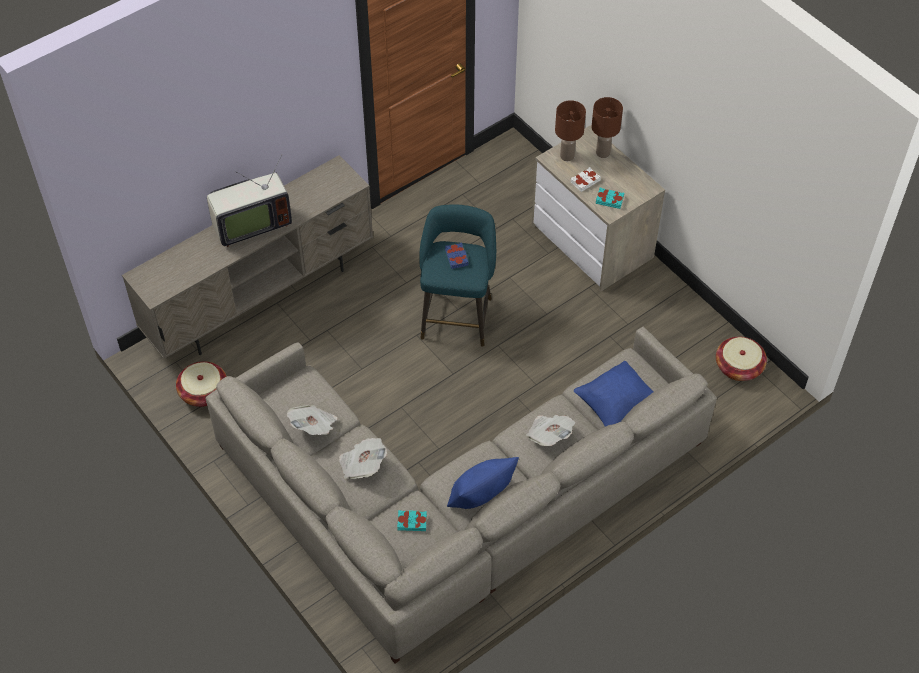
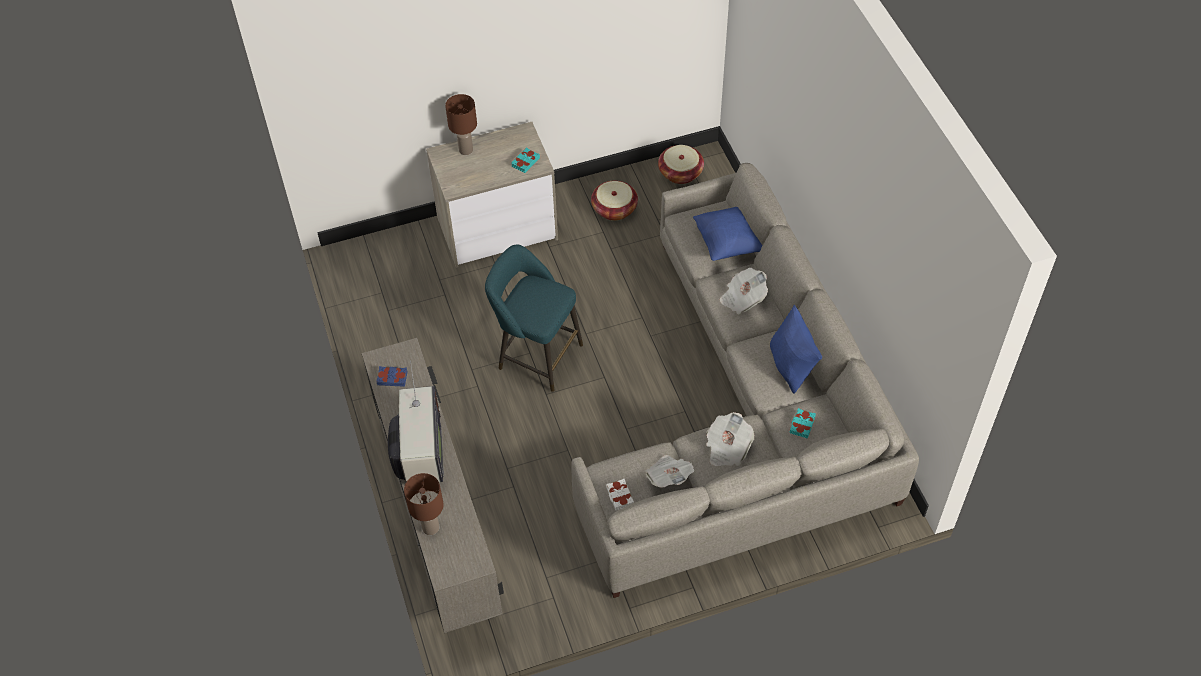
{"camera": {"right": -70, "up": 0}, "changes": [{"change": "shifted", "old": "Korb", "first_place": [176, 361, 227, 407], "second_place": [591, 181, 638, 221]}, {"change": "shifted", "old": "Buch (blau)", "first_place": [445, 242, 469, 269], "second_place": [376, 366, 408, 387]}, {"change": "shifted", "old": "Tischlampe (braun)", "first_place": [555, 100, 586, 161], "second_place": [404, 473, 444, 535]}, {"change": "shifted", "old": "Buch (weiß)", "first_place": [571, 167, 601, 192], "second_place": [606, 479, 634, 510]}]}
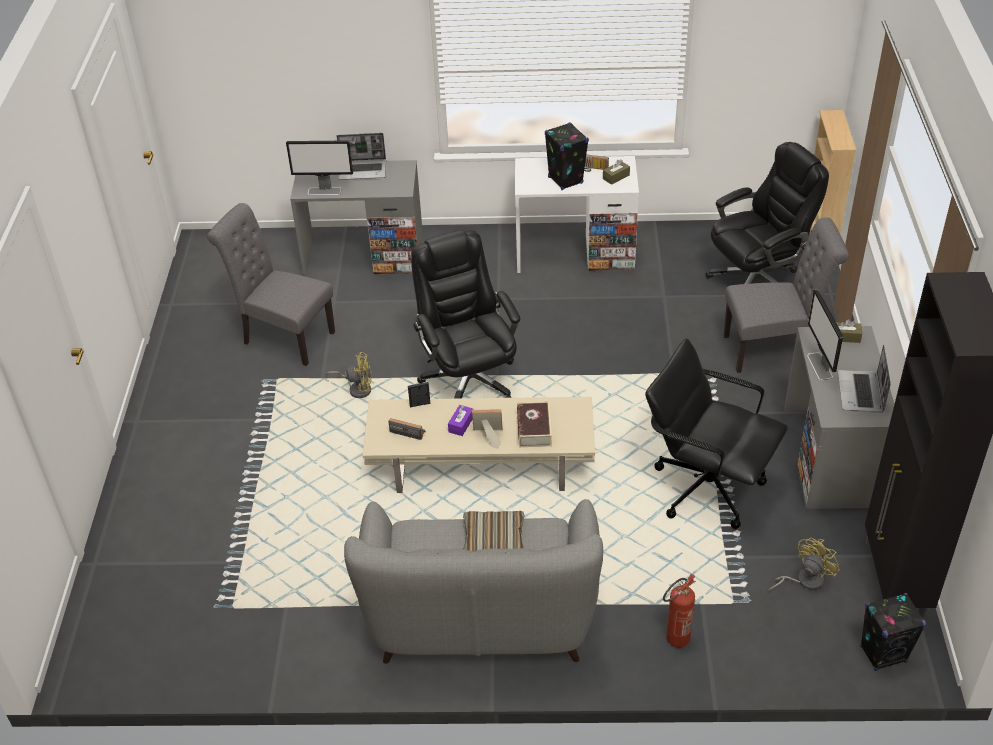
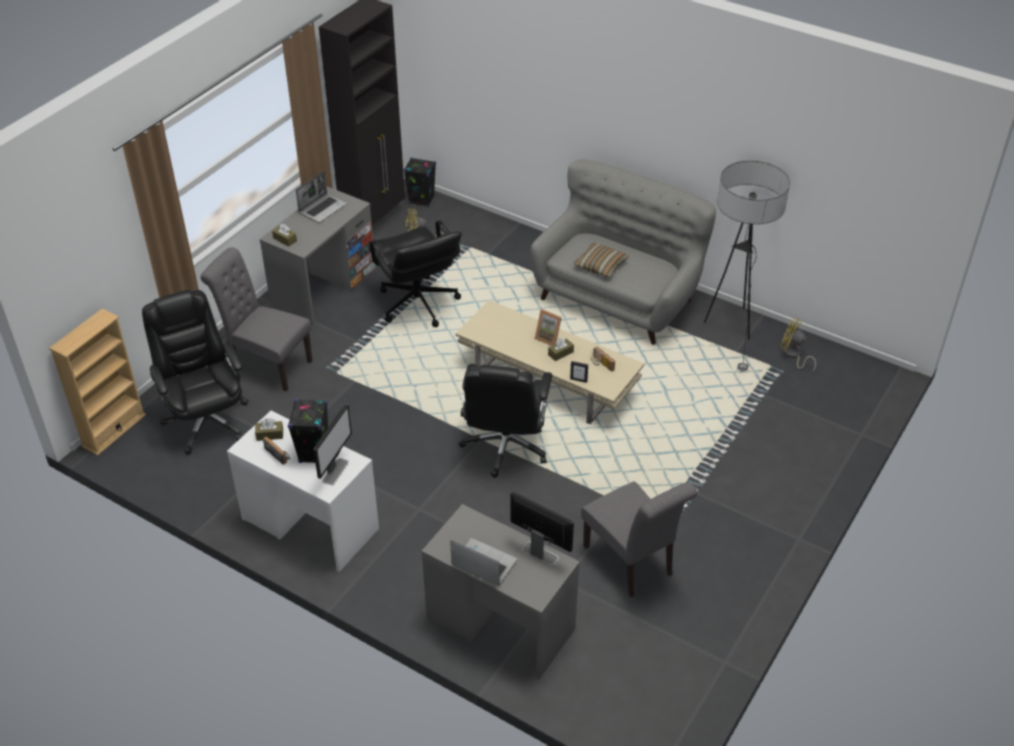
{"camera": {"right": -150, "up": 0}, "changes": [{"change": "shifted", "old": "Ventilator (gelb)", "first_place": [326, 352, 372, 398], "second_place": [781, 318, 816, 373]}, {"change": "repainted", "old": "Taschentuchbox (lila)", "new": "Taschentuchbox (braun)", "first_place": [448, 405, 473, 436], "second_place": [548, 338, 574, 361]}, {"change": "gone", "old": "Buch", "first_place": [517, 402, 552, 447]}, {"change": "gone", "old": "Feuerlöscher", "first_place": [663, 574, 696, 648]}, {"change": "rotated", "old": "Bürostuhl (schwarz)", "first_place": [705, 142, 829, 284], "second_place": [142, 290, 249, 455], "degrees": 60}, {"change": "shifted", "old": "Monitor", "first_place": [807, 290, 843, 380], "second_place": [314, 404, 352, 485]}, {"change": "new", "new": "Stehlampe", "second_place": [704, 161, 790, 371]}]}
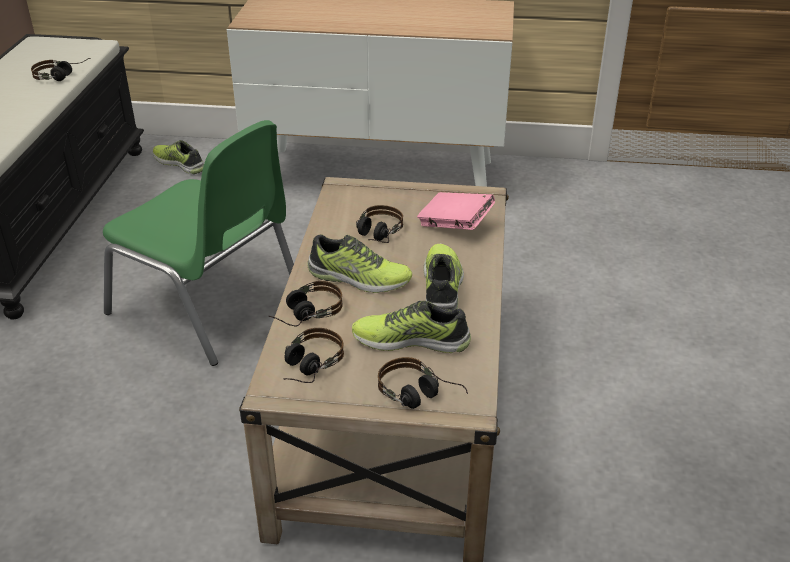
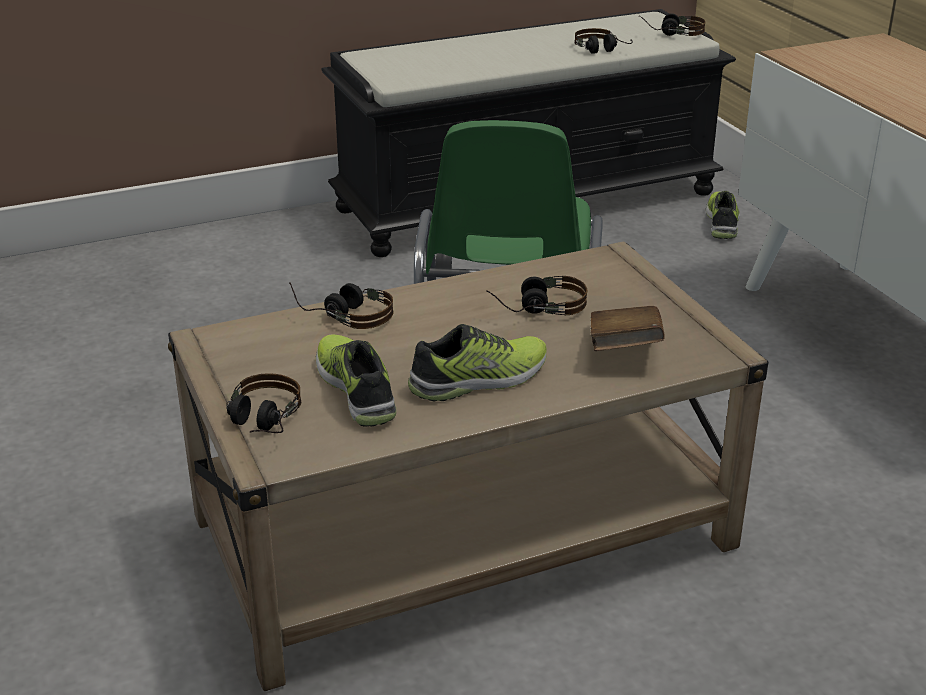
{"camera": {"right": 60, "up": -5}, "changes": [{"change": "shifted", "old": "Kopfhörer", "first_place": [283, 328, 344, 383], "second_place": [639, 13, 706, 36]}, {"change": "gone", "old": "Schuh", "first_place": [307, 235, 412, 293]}, {"change": "repainted", "old": "Buch (rosa)", "new": "Buch (braun)", "first_place": [417, 192, 495, 230], "second_place": [590, 306, 664, 351]}]}
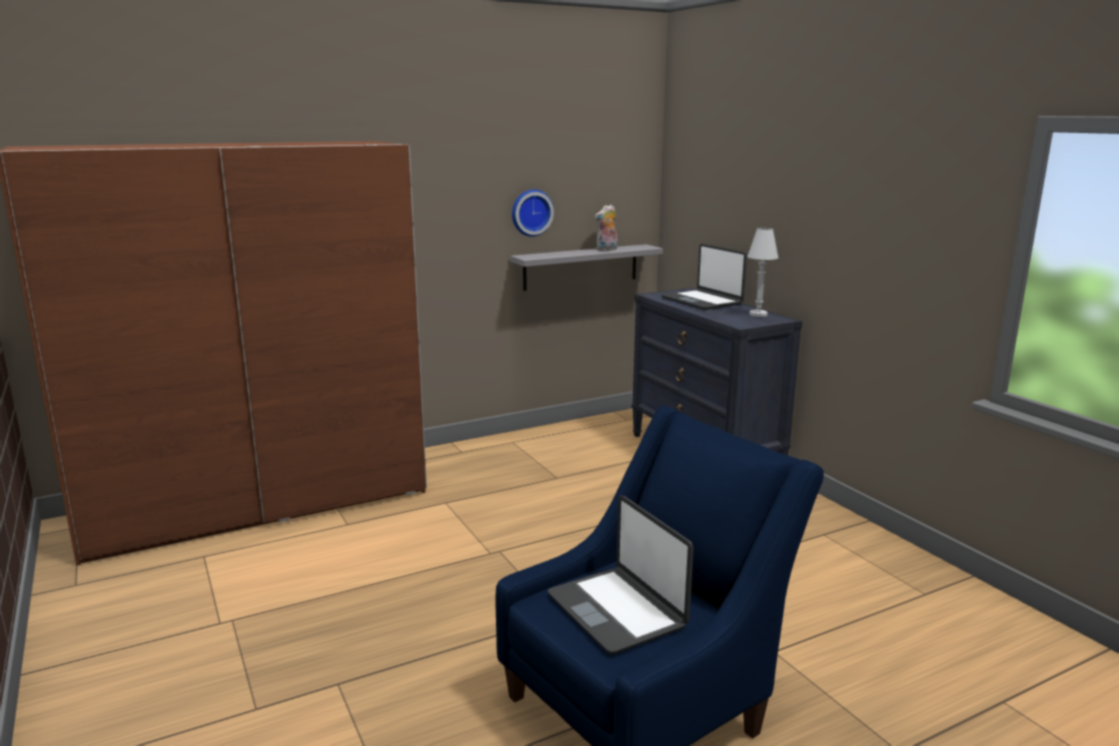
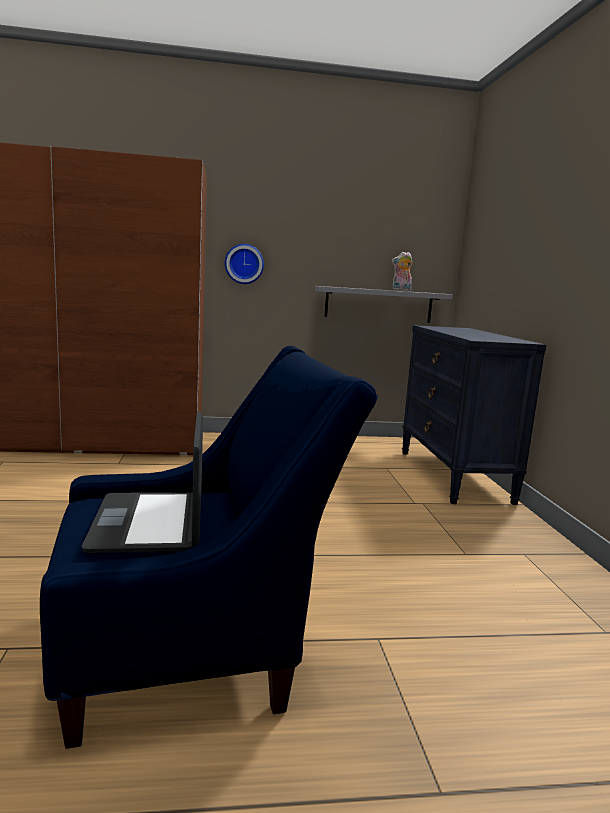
{"camera": {"right": 20, "up": -5}, "changes": [{"change": "shifted", "old": "Wanduhr", "first_place": [512, 189, 554, 237], "second_place": [225, 244, 264, 284]}, {"change": "gone", "old": "Laptop", "first_place": [662, 244, 747, 310]}, {"change": "gone", "old": "Tischlampe (weiß)", "first_place": [747, 228, 779, 317]}]}
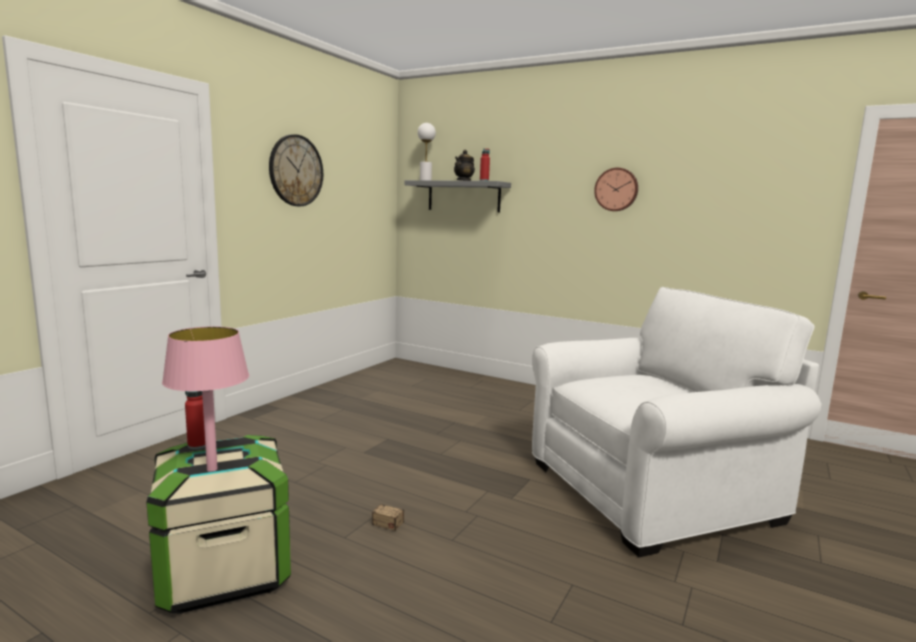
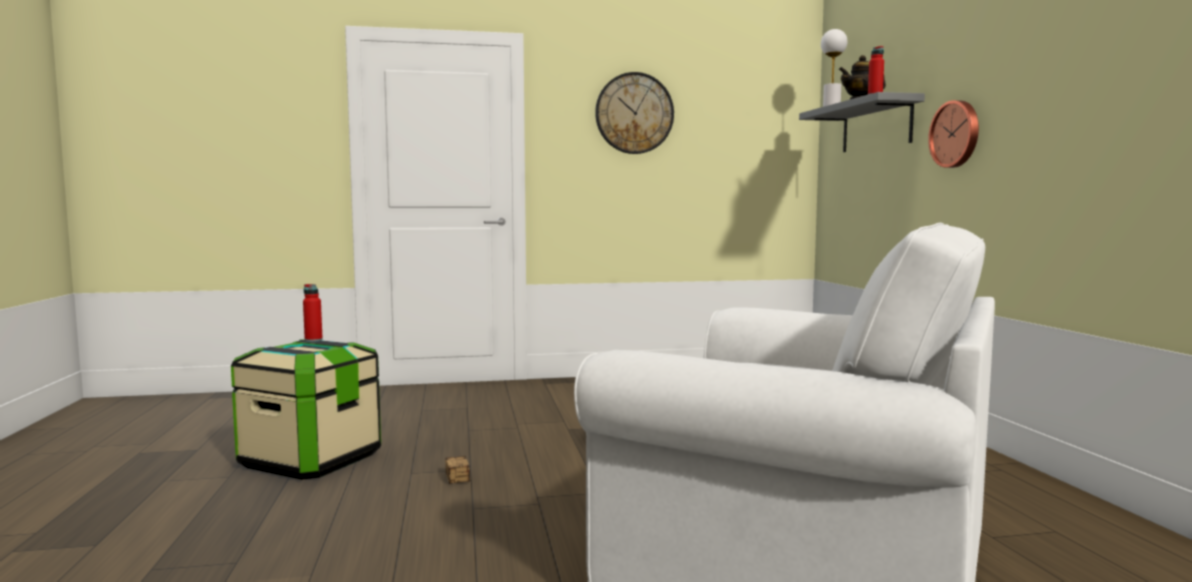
{"camera": {"right": 50, "up": -5}, "changes": [{"change": "gone", "old": "Tischlampe (rosa)", "first_place": [162, 326, 249, 472]}, {"change": "shifted", "old": "Wanduhr", "first_place": [594, 168, 638, 211], "second_place": [928, 100, 979, 168]}]}
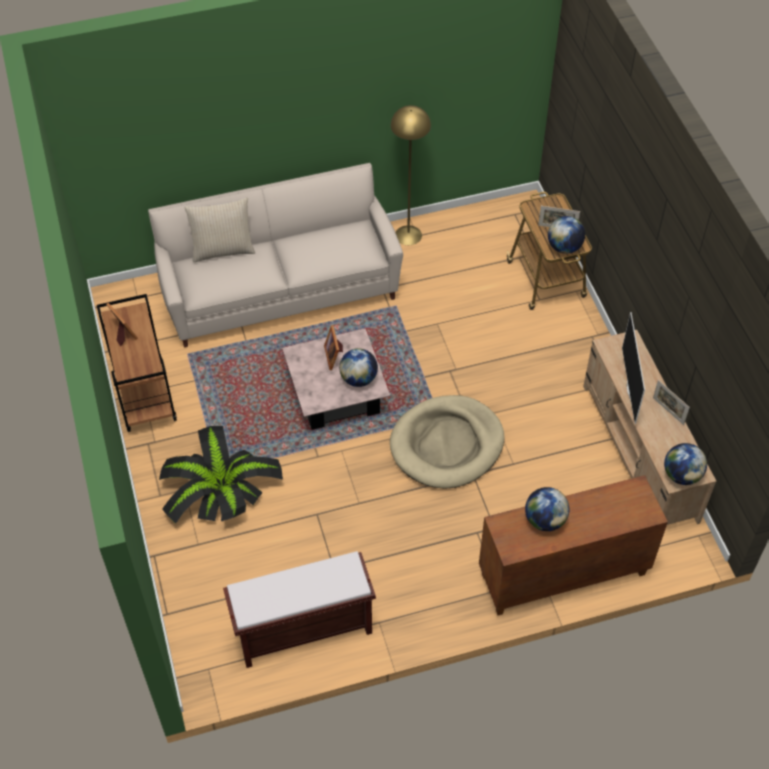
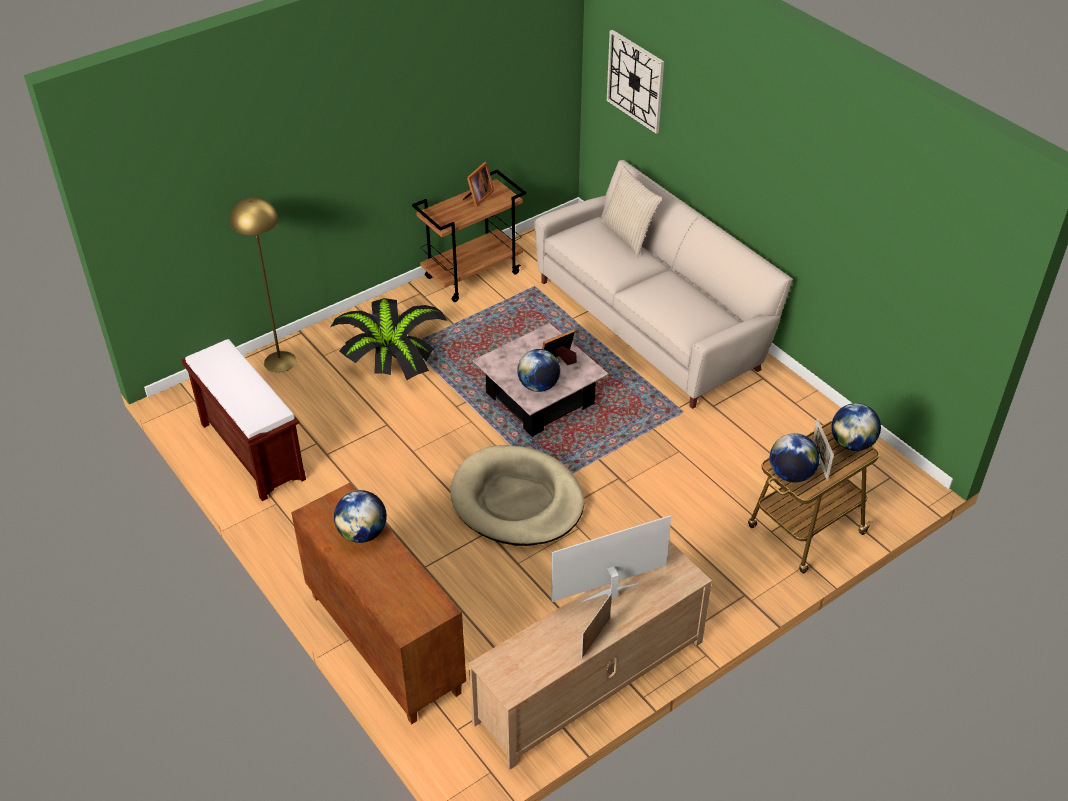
{"camera": {"right": 70, "up": -10}, "changes": [{"change": "shifted", "old": "Stehlampe (gelb)", "first_place": [391, 105, 431, 245], "second_place": [230, 197, 296, 373]}, {"change": "shifted", "old": "Globus", "first_place": [664, 443, 707, 485], "second_place": [832, 403, 881, 451]}, {"change": "new", "new": "Wanduhr", "second_place": [607, 30, 664, 134]}]}
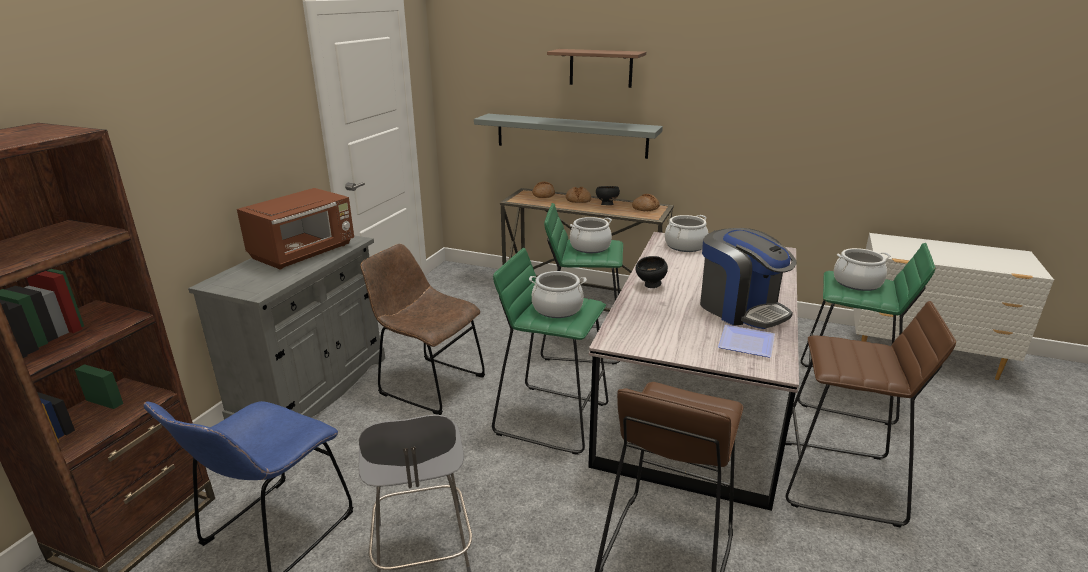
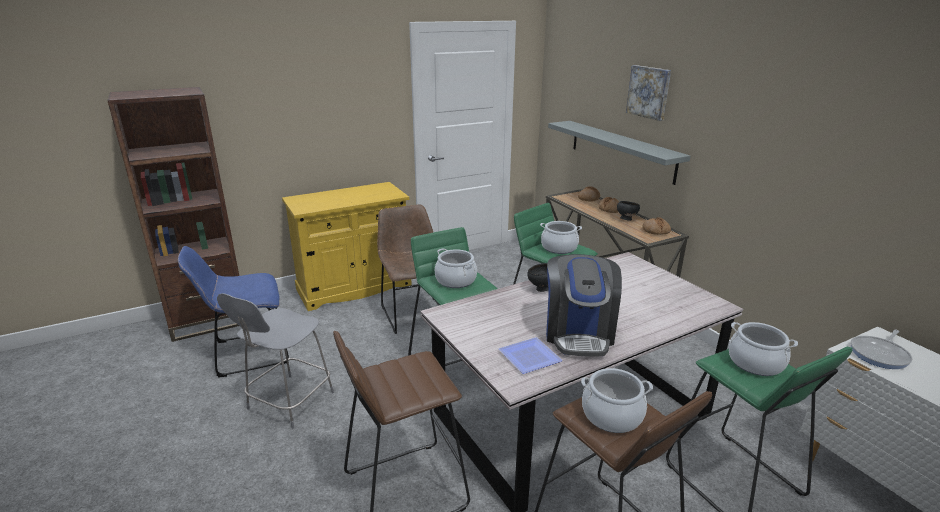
{"camera": {"right": 40, "up": 0}, "changes": [{"change": "repainted", "old": "Schrank (grau)", "new": "Schrank (gelb)", "first_place": [188, 235, 385, 420], "second_place": [282, 182, 412, 311]}, {"change": "gone", "old": "Mikrowelle (braun)", "first_place": [237, 188, 354, 269]}, {"change": "swapped", "old": "Wandregal", "new": "Bild", "first_place": [547, 49, 646, 88], "second_place": [626, 65, 671, 121]}, {"change": "shifted", "old": "Kochtopf", "first_place": [665, 215, 708, 252], "second_place": [581, 368, 653, 433]}, {"change": "new", "new": "Pfanne", "second_place": [851, 330, 913, 369]}]}
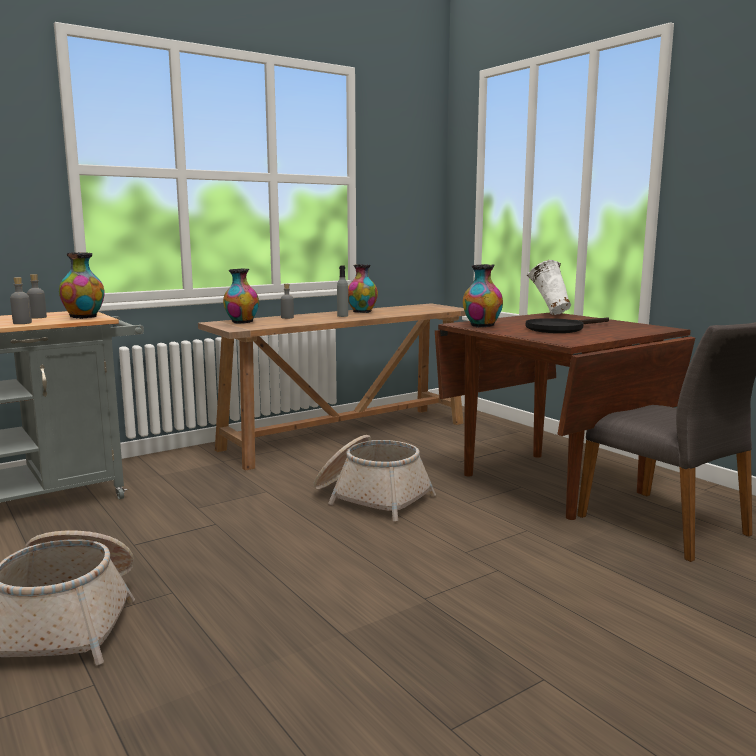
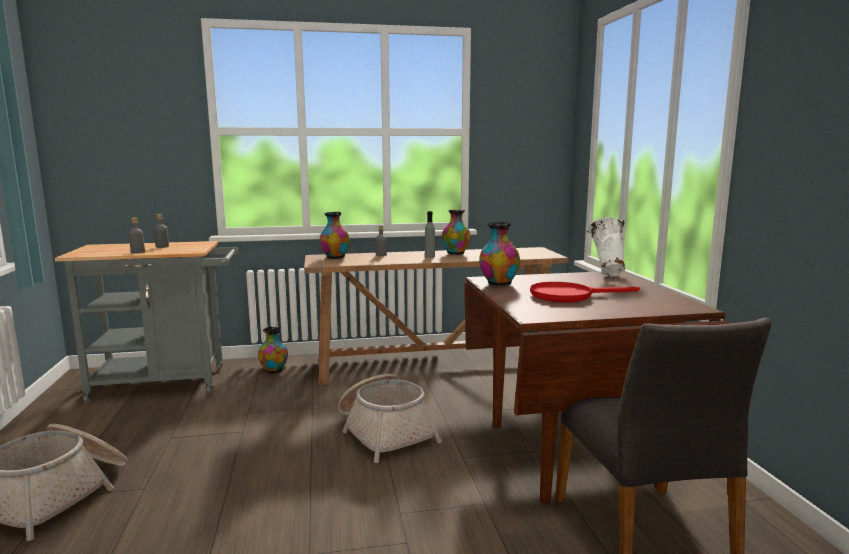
{"camera": {"right": 25, "up": 0}, "changes": [{"change": "shifted", "old": "Vase", "first_place": [59, 252, 105, 319], "second_place": [258, 326, 288, 373]}, {"change": "repainted", "old": "Pfanne (schwarz)", "new": "Pfanne (rot)", "first_place": [526, 317, 609, 333], "second_place": [530, 282, 640, 303]}]}
